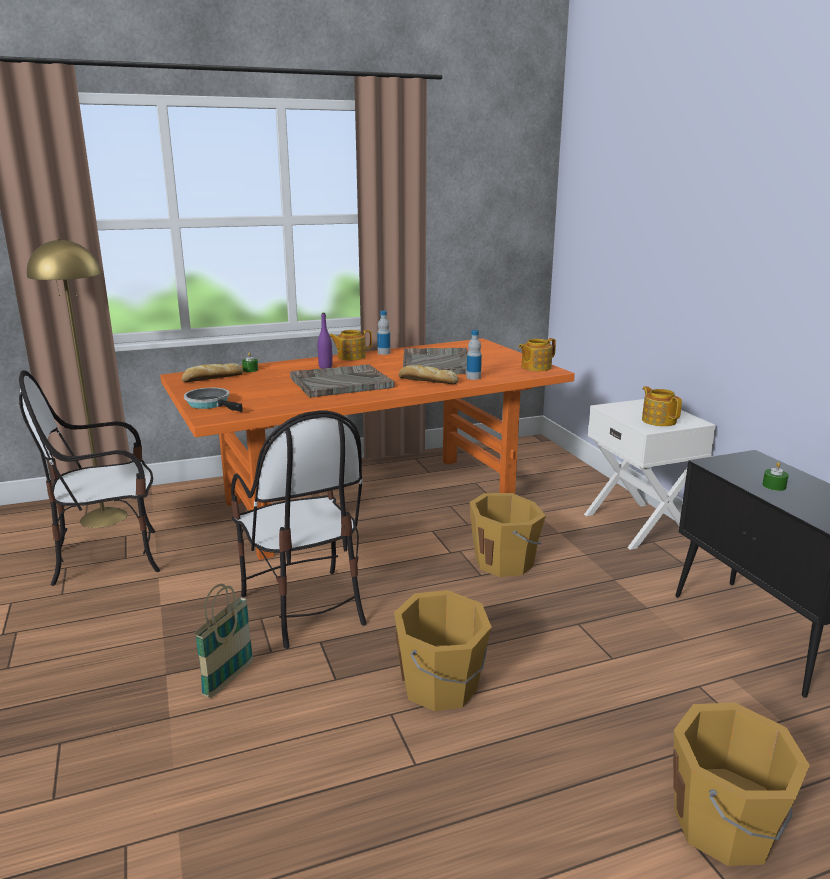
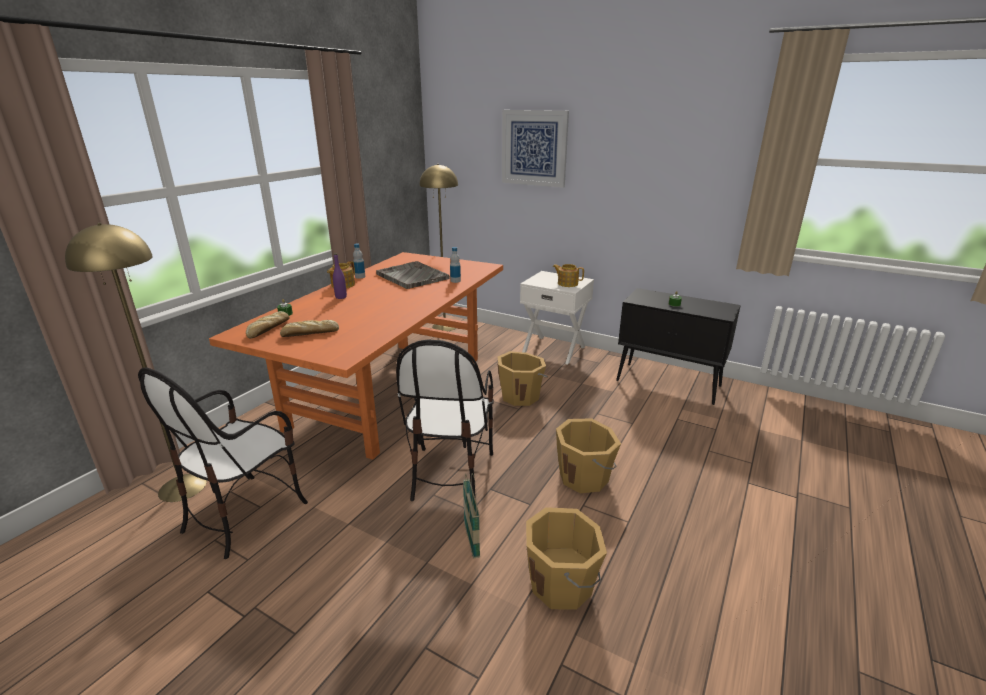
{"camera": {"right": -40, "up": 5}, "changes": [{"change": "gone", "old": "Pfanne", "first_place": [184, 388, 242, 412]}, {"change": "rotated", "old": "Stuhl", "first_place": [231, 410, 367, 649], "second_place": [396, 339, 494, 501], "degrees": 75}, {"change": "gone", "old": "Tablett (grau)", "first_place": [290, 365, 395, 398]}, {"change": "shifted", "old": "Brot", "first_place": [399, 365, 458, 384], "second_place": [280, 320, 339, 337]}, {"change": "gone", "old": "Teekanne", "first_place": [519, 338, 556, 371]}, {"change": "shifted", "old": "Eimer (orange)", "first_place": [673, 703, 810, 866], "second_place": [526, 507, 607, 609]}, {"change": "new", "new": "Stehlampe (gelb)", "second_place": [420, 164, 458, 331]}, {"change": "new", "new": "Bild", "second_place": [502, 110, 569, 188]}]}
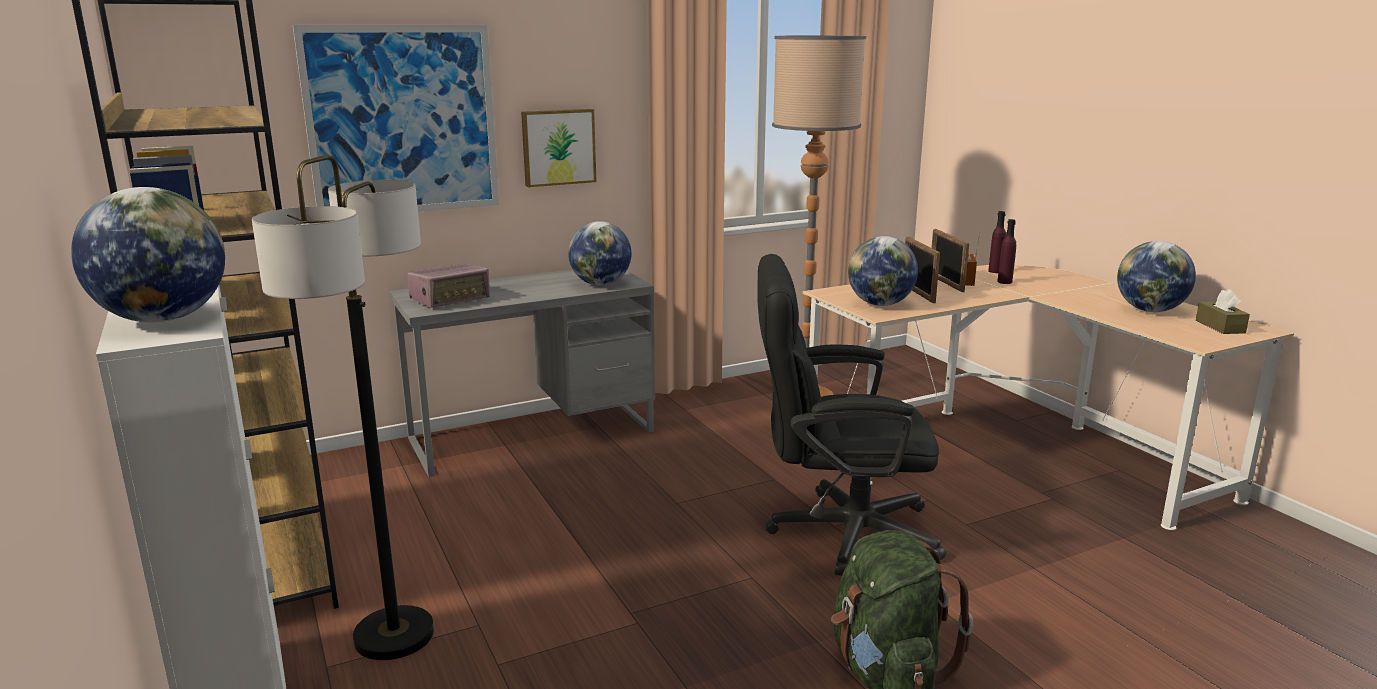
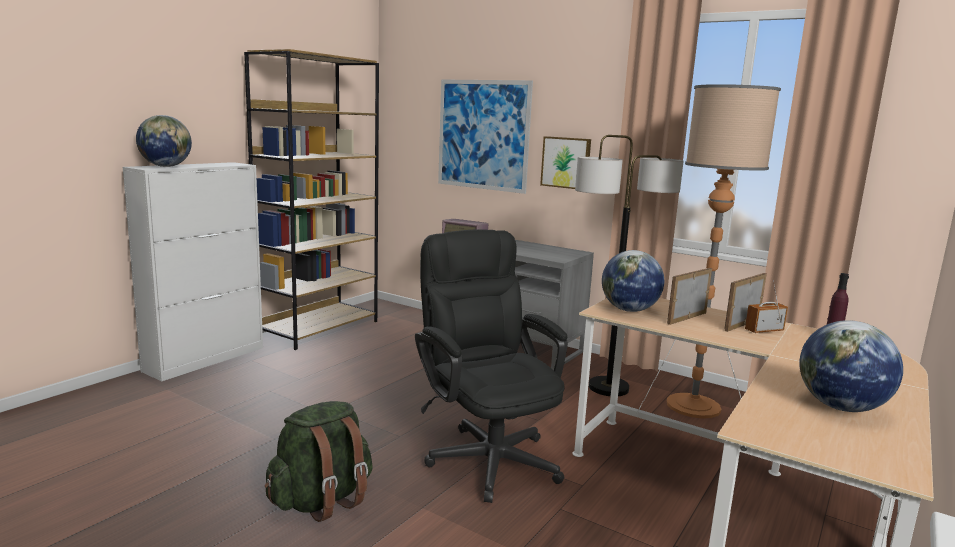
{"camera": {"right": 60, "up": -5}, "changes": [{"change": "shifted", "old": "Stehlampe", "first_place": [252, 155, 434, 660], "second_place": [575, 135, 684, 396]}, {"change": "gone", "old": "Globus", "first_place": [568, 221, 631, 286]}, {"change": "gone", "old": "Flasche (lila)", "first_place": [997, 219, 1016, 284]}, {"change": "gone", "old": "Taschentuchbox (braun)", "first_place": [1196, 289, 1250, 334]}]}
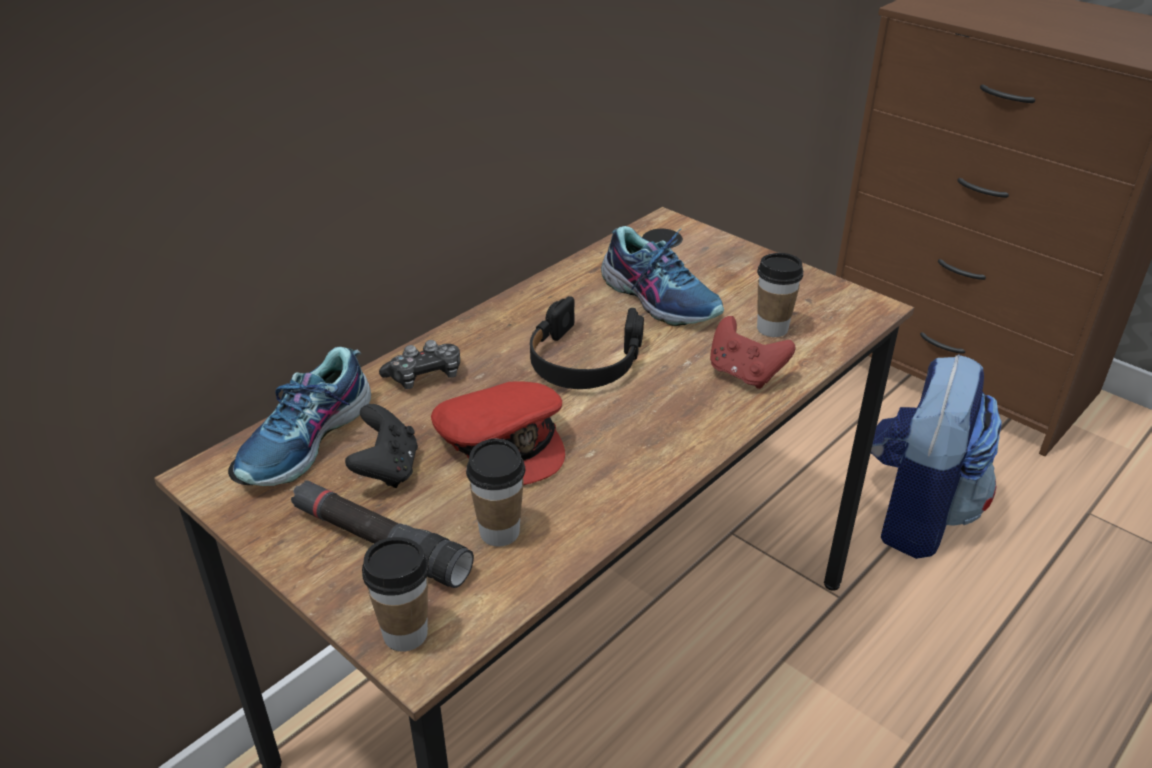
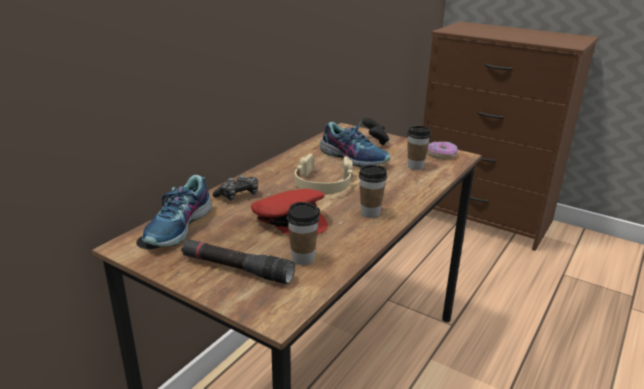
{"camera": {"right": -10, "up": -10}, "changes": [{"change": "shifted", "old": "Gamepad (schwarz)", "first_place": [345, 404, 418, 488], "second_place": [362, 118, 389, 145]}, {"change": "shifted", "old": "Tasse", "first_place": [362, 537, 429, 652], "second_place": [359, 165, 387, 218]}, {"change": "repainted", "old": "Kopfhörer (schwarz)", "new": "Kopfhörer (beige)", "first_place": [530, 296, 644, 389], "second_place": [294, 154, 353, 195]}, {"change": "gone", "old": "Gamepad (rot)", "first_place": [710, 316, 796, 389]}, {"change": "gone", "old": "Rucksack", "first_place": [870, 354, 1002, 559]}, {"change": "new", "new": "Donut", "second_place": [427, 141, 458, 159]}]}
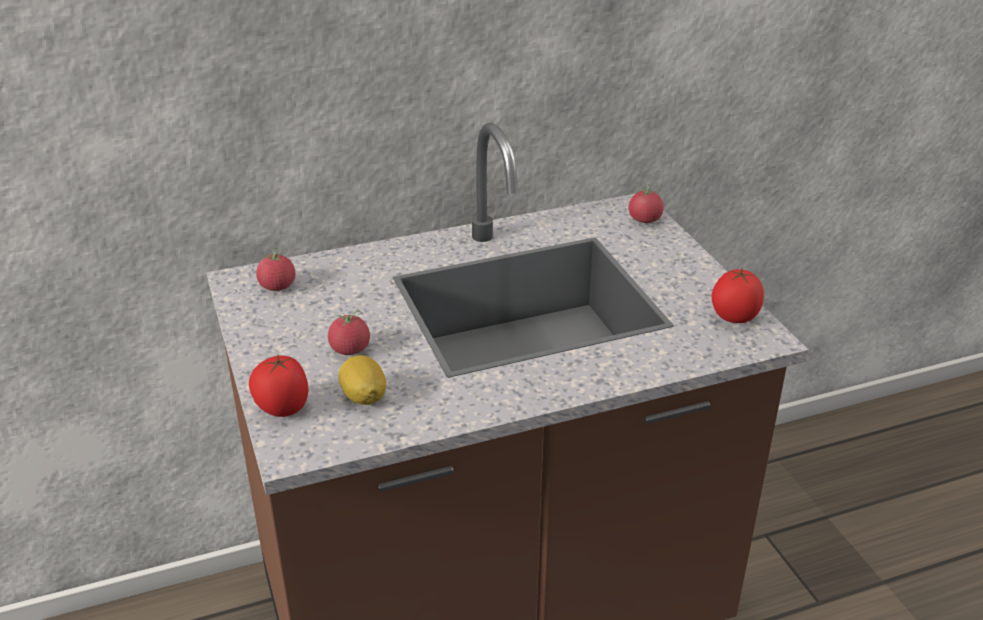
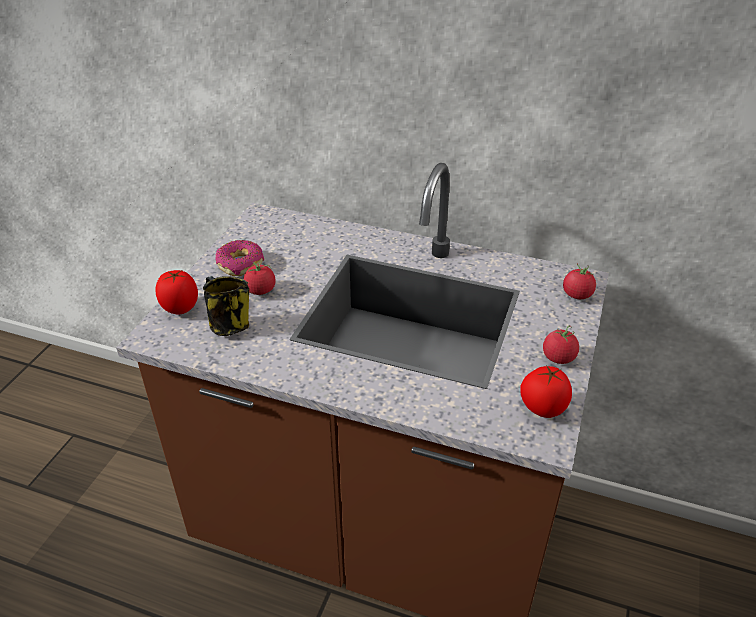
{"camera": {"right": 40, "up": 5}, "changes": [{"change": "shifted", "old": "Tomate", "first_place": [256, 248, 295, 291], "second_place": [543, 325, 579, 364]}, {"change": "swapped", "old": "Zitrone", "new": "Henkelbecher", "first_place": [339, 355, 386, 405], "second_place": [203, 276, 249, 336]}, {"change": "new", "new": "Donut", "second_place": [215, 240, 264, 276]}]}
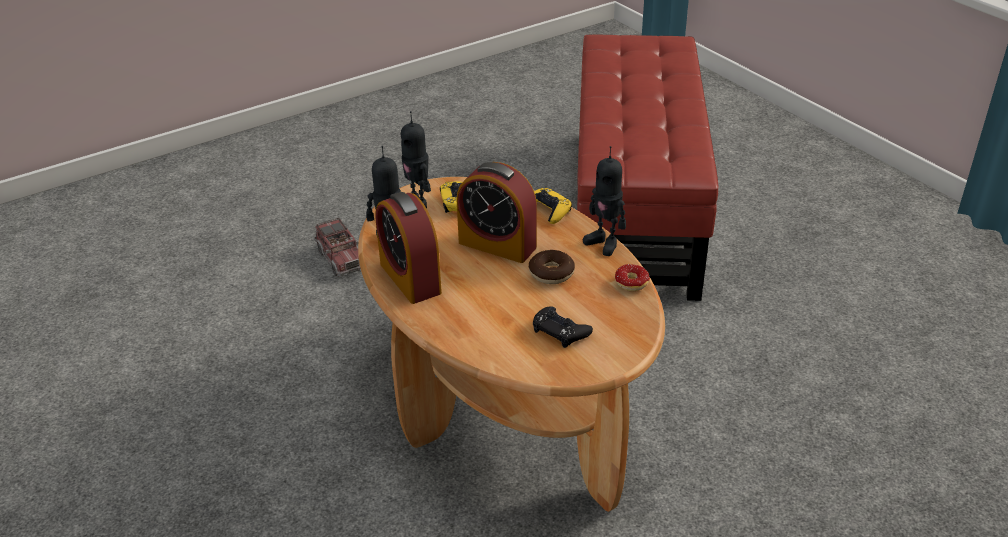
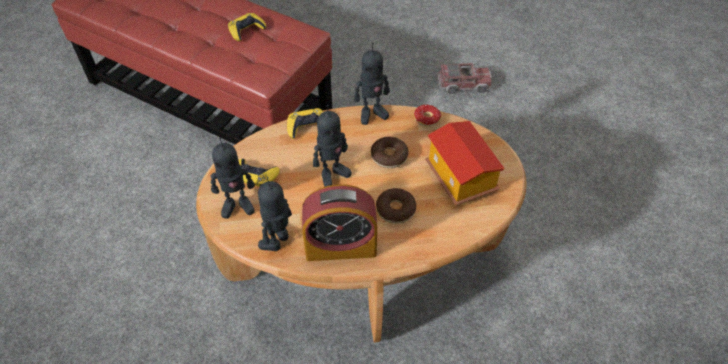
{"camera": {"right": -65, "up": 15}, "changes": [{"change": "shifted", "old": "Spielzeuglaster", "first_place": [314, 218, 361, 277], "second_place": [437, 63, 492, 94]}, {"change": "swapped", "old": "Wecker", "new": "Spielzeugroboter", "first_place": [457, 162, 537, 263], "second_place": [313, 105, 352, 187]}, {"change": "swapped", "old": "Gamepad (schwarz)", "new": "Spielzeughaus", "first_place": [533, 306, 593, 348], "second_place": [425, 121, 505, 205]}, {"change": "new", "new": "Gamepad (gelb)", "second_place": [228, 13, 266, 41]}, {"change": "new", "new": "Donut", "second_place": [376, 188, 416, 224]}]}
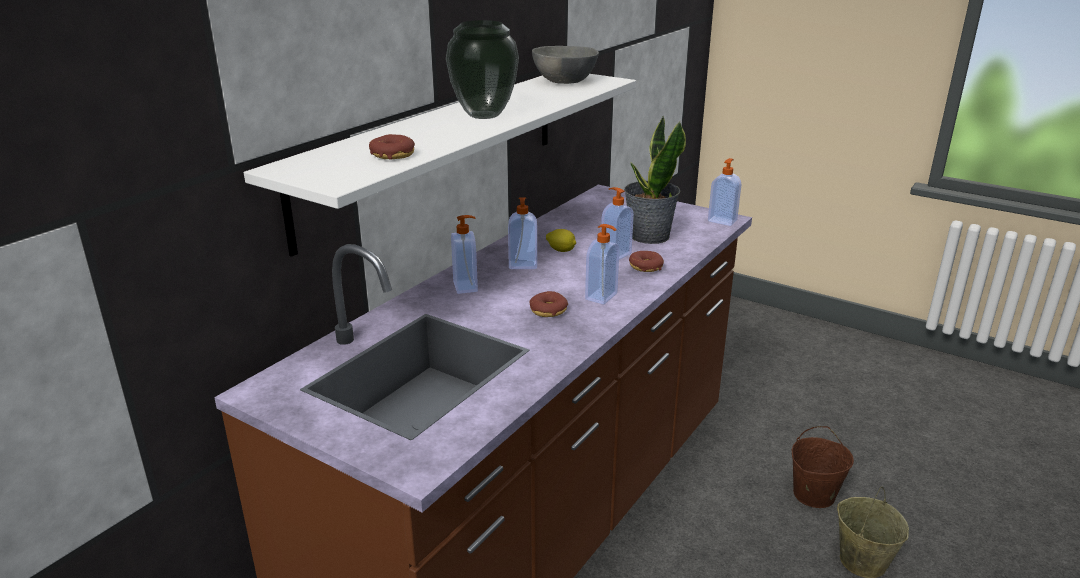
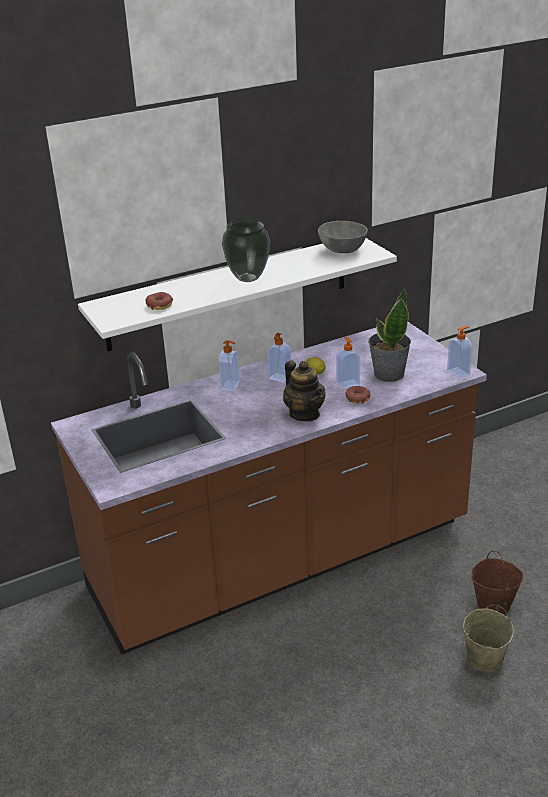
{"camera": {"right": 30, "up": 5}, "changes": [{"change": "gone", "old": "Donut", "first_place": [529, 291, 568, 317]}, {"change": "swapped", "old": "Seifenspender", "new": "Teekanne", "first_place": [585, 224, 619, 304], "second_place": [283, 361, 325, 421]}]}
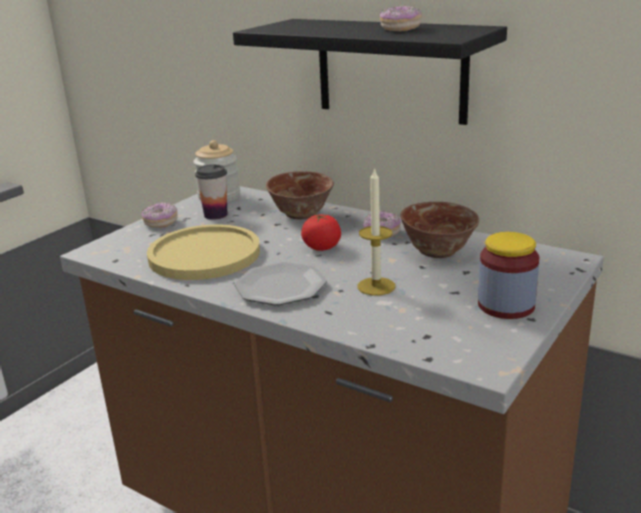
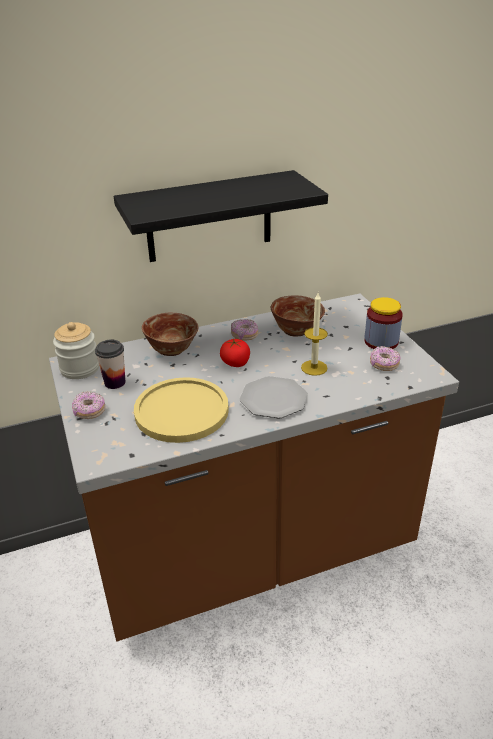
{"camera": {"right": -55, "up": 10}, "changes": [{"change": "shifted", "old": "Donut", "first_place": [380, 5, 422, 31], "second_place": [370, 346, 400, 371]}]}
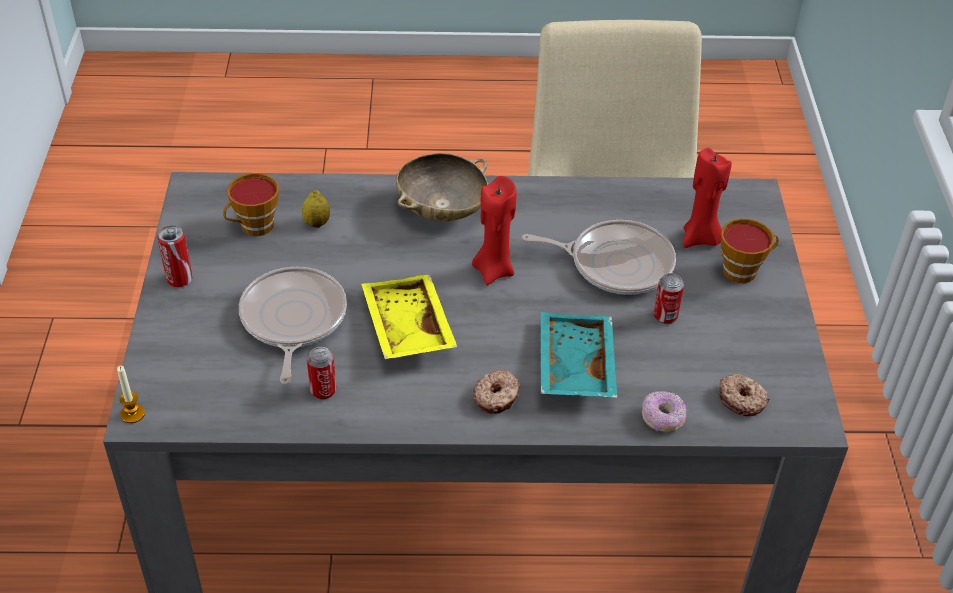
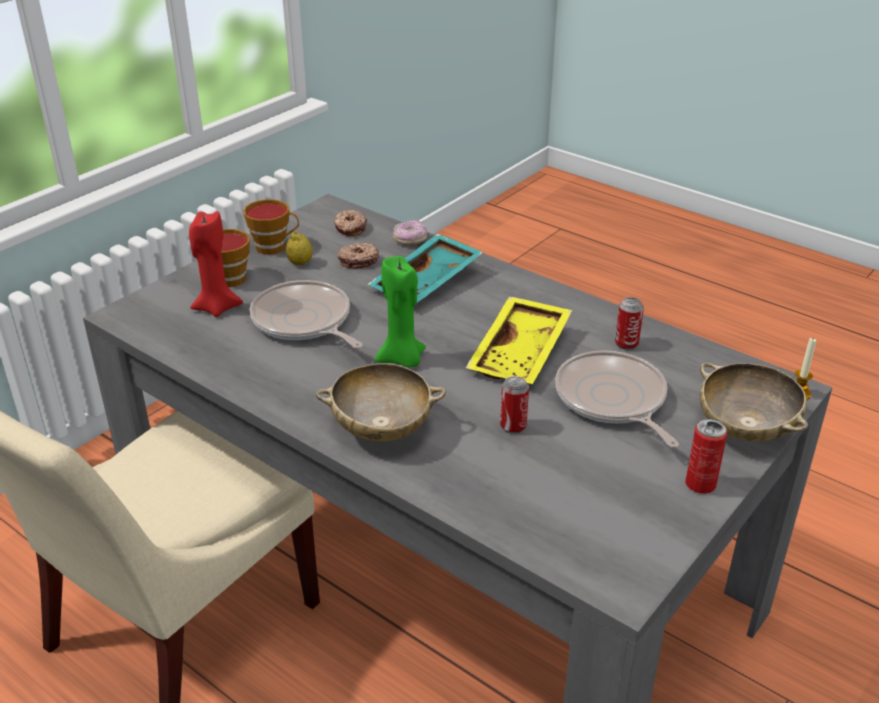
{"camera": {"right": -140, "up": -10}, "changes": [{"change": "shifted", "old": "Tasse", "first_place": [223, 173, 279, 236], "second_place": [243, 199, 299, 255]}, {"change": "rotated", "old": "Pfanne", "first_place": [239, 267, 347, 384], "second_place": [555, 350, 679, 448], "degrees": 120}, {"change": "shifted", "old": "Zitrone", "first_place": [302, 190, 330, 228], "second_place": [286, 232, 312, 265]}, {"change": "repainted", "old": "Kerze (rot)", "new": "Kerze (grün)", "first_place": [472, 176, 517, 285], "second_place": [375, 256, 426, 368]}, {"change": "shifted", "old": "Donut", "first_place": [473, 370, 520, 414], "second_place": [337, 243, 379, 269]}, {"change": "shifted", "old": "Dose", "first_place": [654, 273, 684, 324], "second_place": [500, 376, 529, 434]}, {"change": "new", "new": "Schüssel (beige)", "second_place": [700, 363, 809, 441]}]}
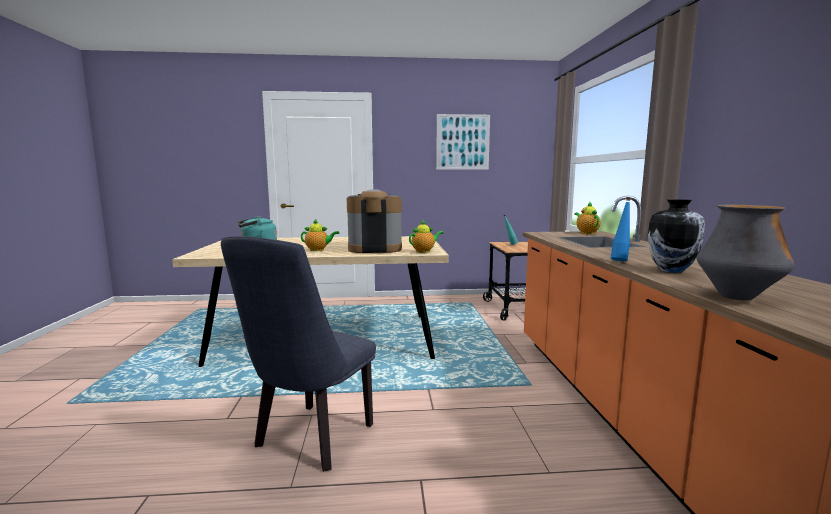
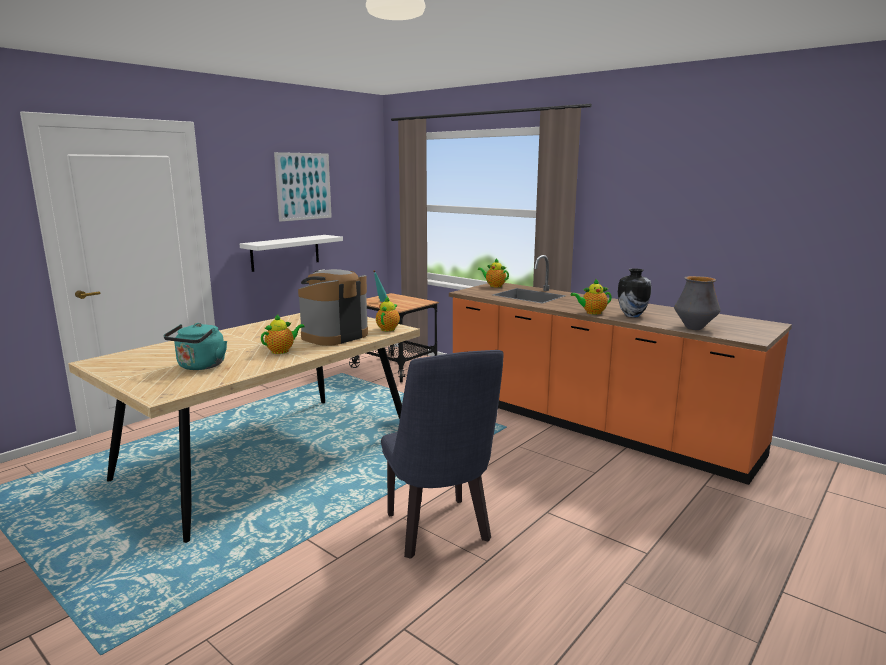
{"camera": {"right": -45, "up": 5}, "changes": [{"change": "swapped", "old": "Flasche (blau)", "new": "Teekanne", "first_place": [611, 197, 631, 261], "second_place": [571, 278, 612, 314]}, {"change": "new", "new": "Wandregal (weiß)", "second_place": [240, 235, 343, 272]}]}
